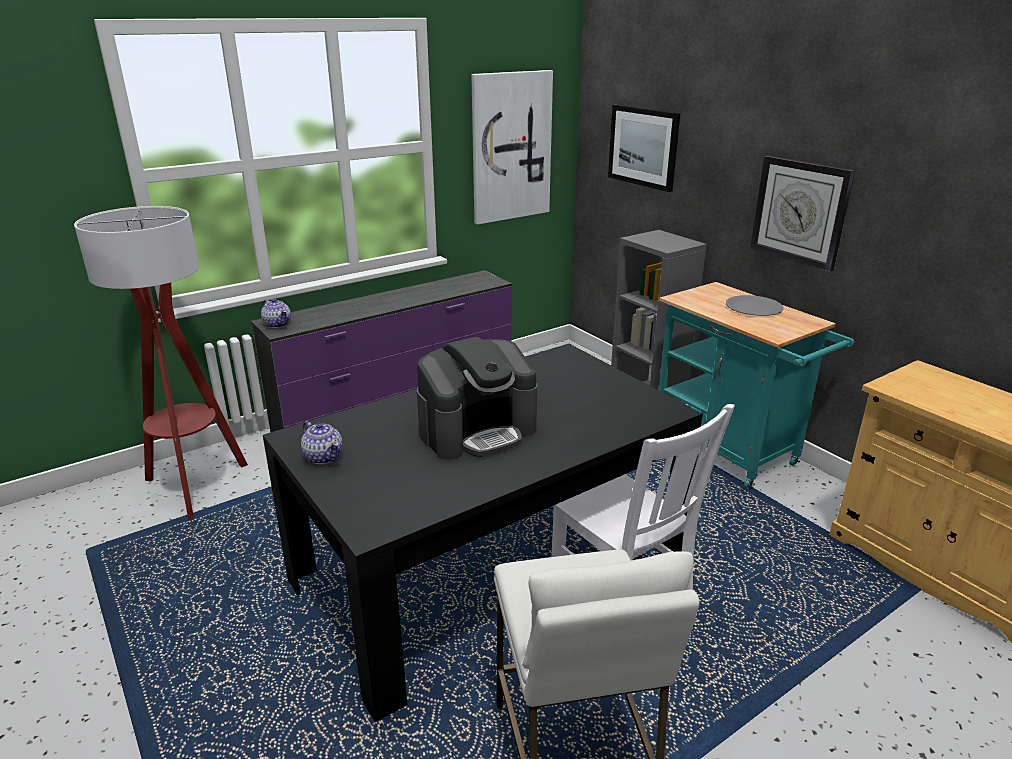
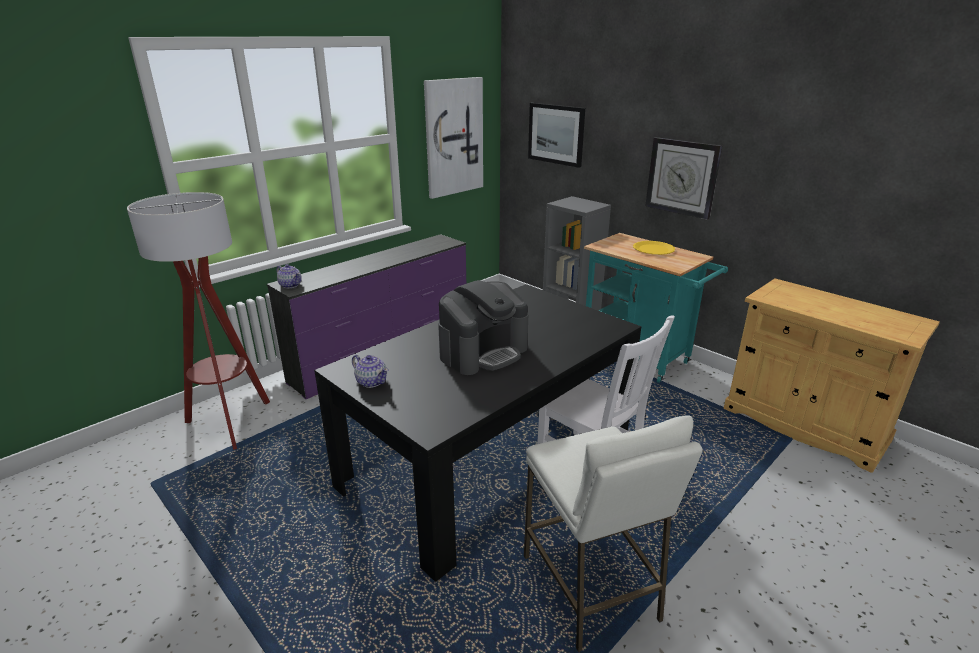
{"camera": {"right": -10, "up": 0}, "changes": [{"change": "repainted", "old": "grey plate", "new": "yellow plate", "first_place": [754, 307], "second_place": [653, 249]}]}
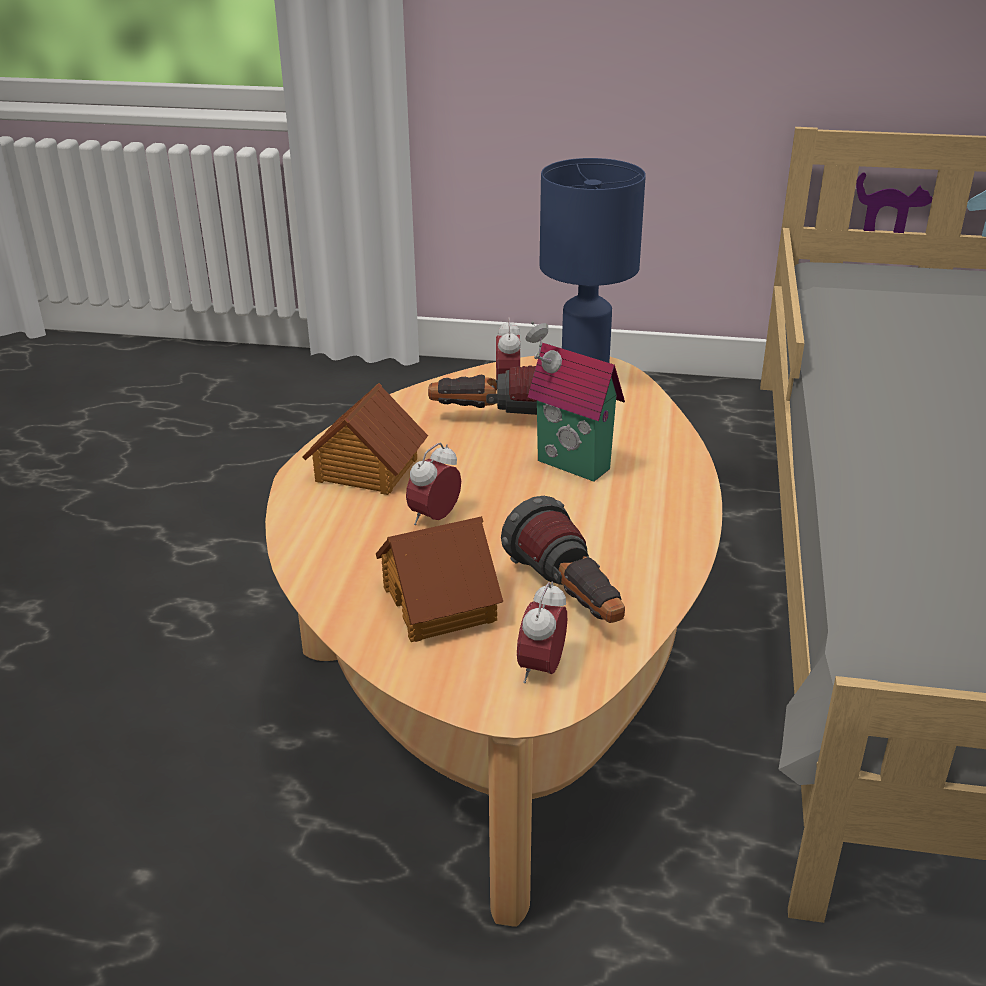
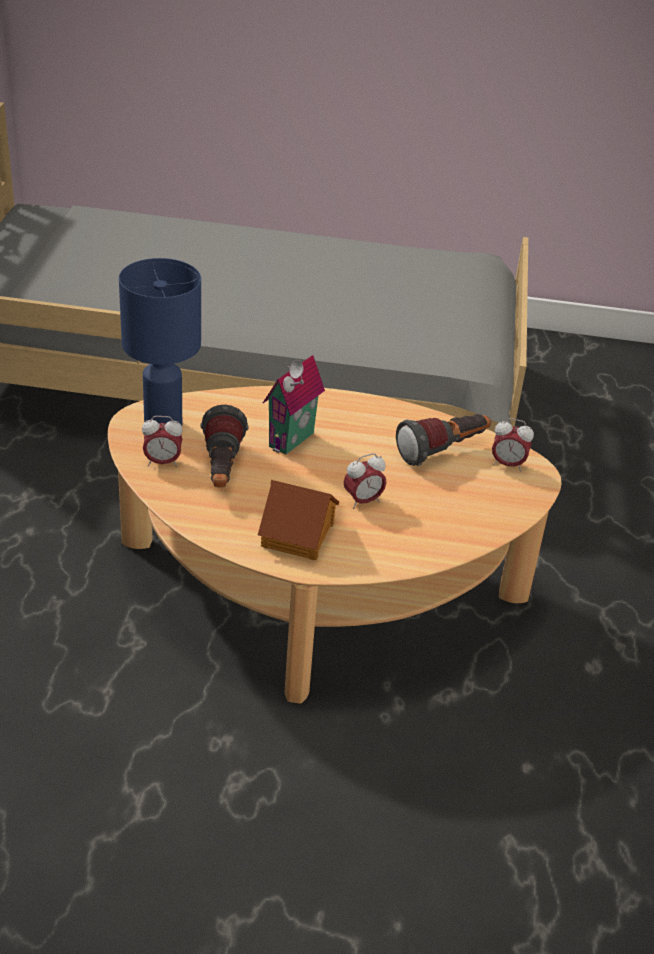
{"camera": {"right": -95, "up": 5}, "changes": [{"change": "gone", "old": "toy house", "first_place": [441, 603]}, {"change": "rotated", "old": "alarm clock", "first_place": [435, 518], "second_place": [363, 501], "degrees": -60}]}
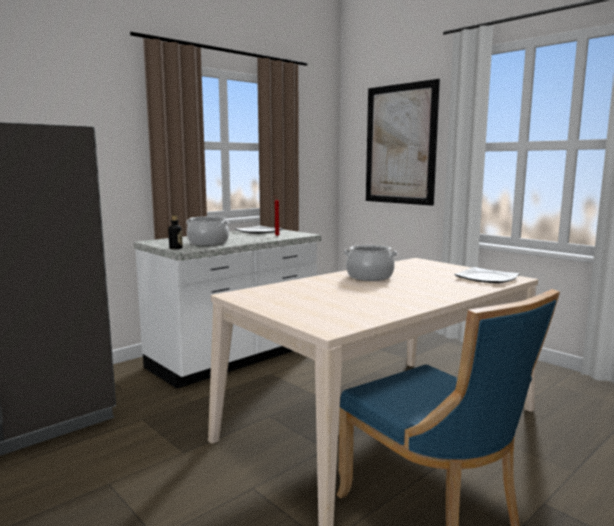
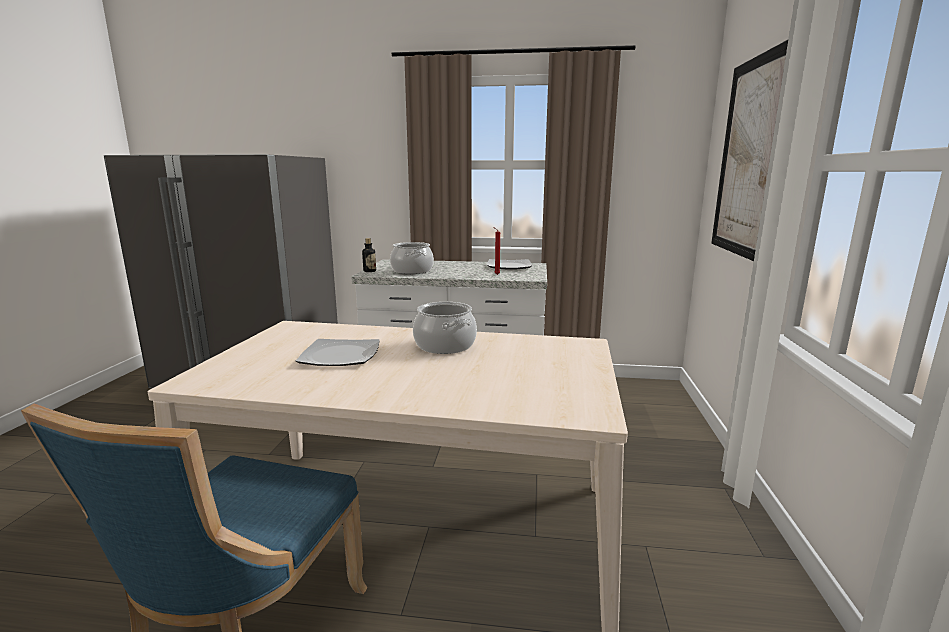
{"camera": {"right": 50, "up": 5}, "changes": [{"change": "shifted", "old": "plate", "first_place": [485, 278], "second_place": [340, 355]}]}
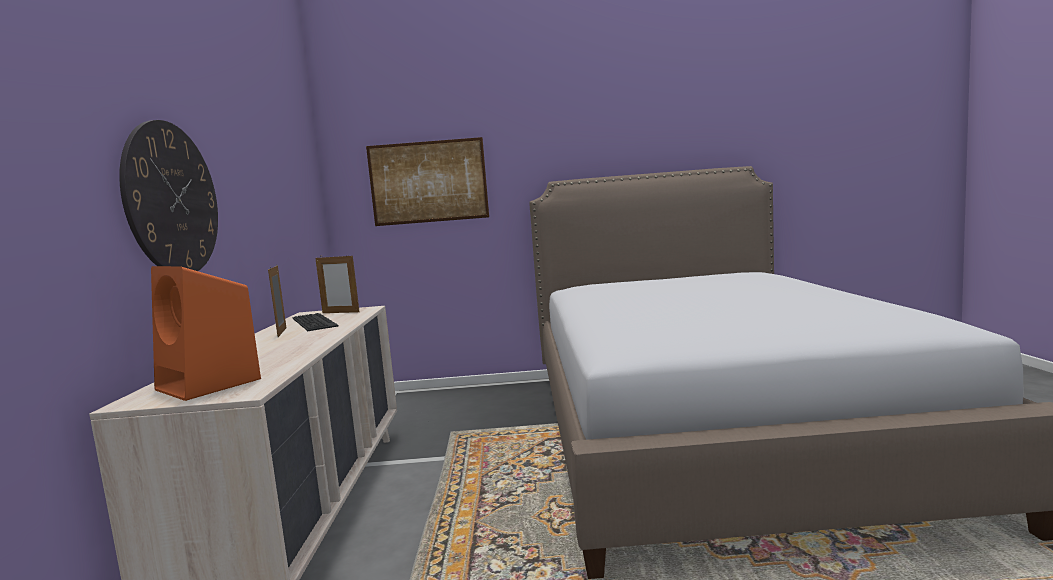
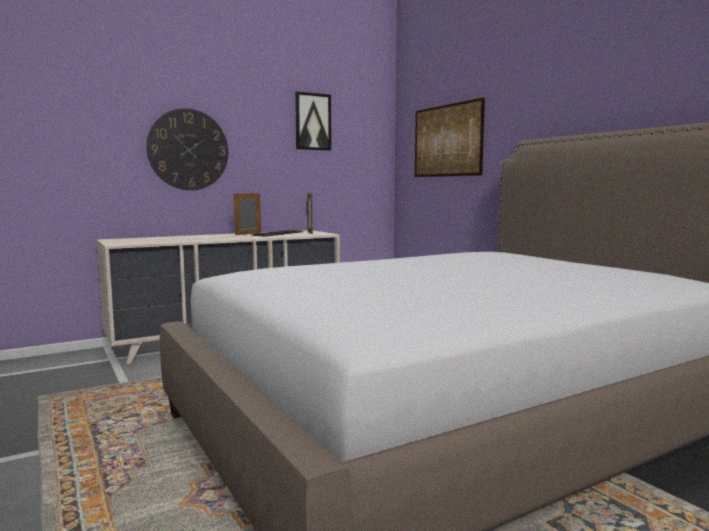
{"camera": {"right": 60, "up": 0}, "changes": [{"change": "gone", "old": "orange speaker", "first_place": [210, 384]}, {"change": "new", "new": "picture", "second_place": [312, 122]}]}
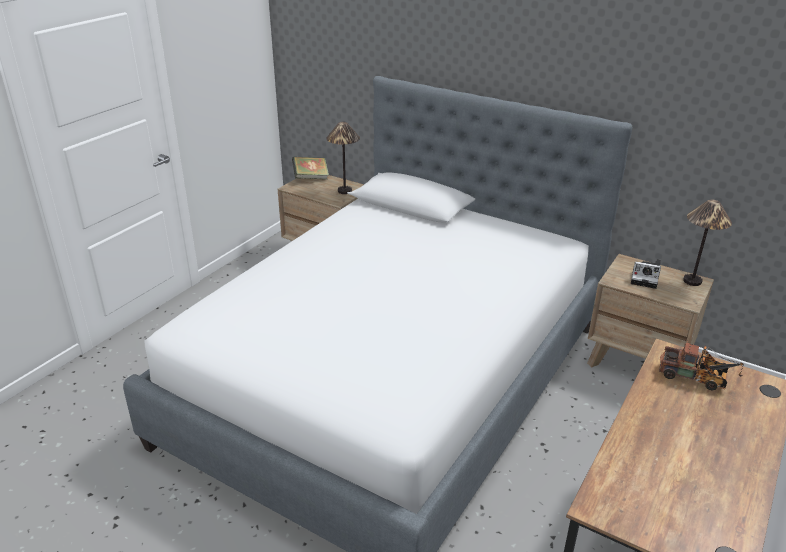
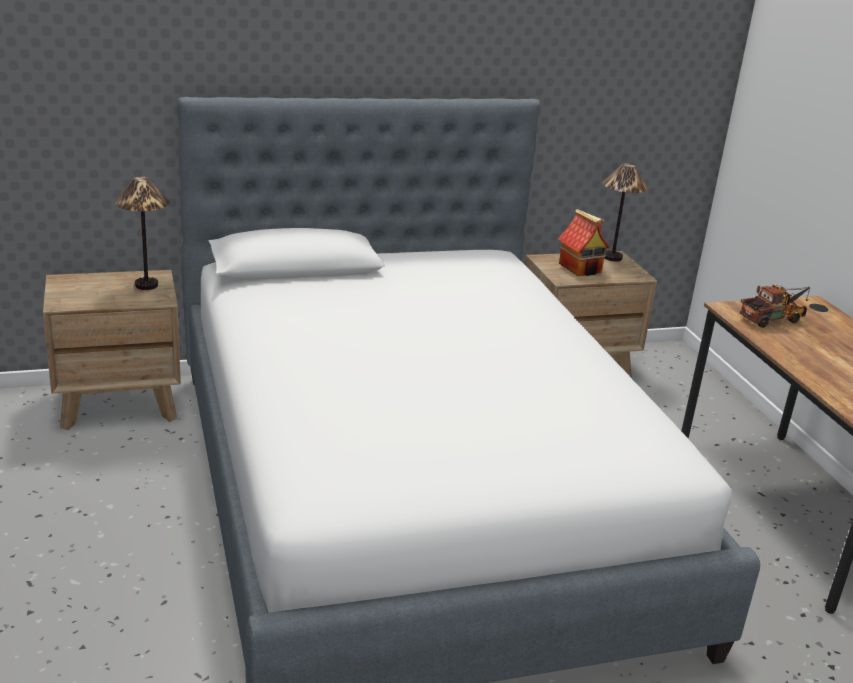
{"camera": {"right": -50, "up": -5}, "changes": [{"change": "gone", "old": "book", "first_place": [311, 178]}, {"change": "swapped", "old": "photo camera", "new": "toy house", "first_place": [646, 278], "second_place": [581, 268]}]}
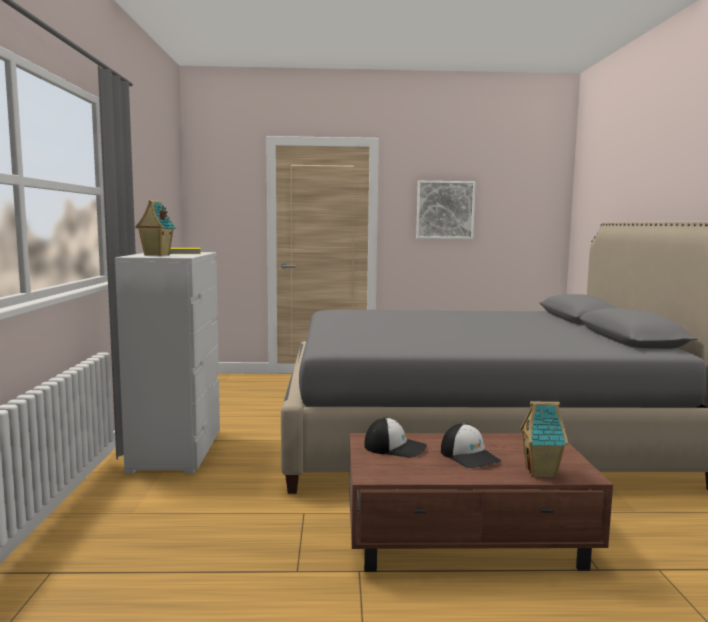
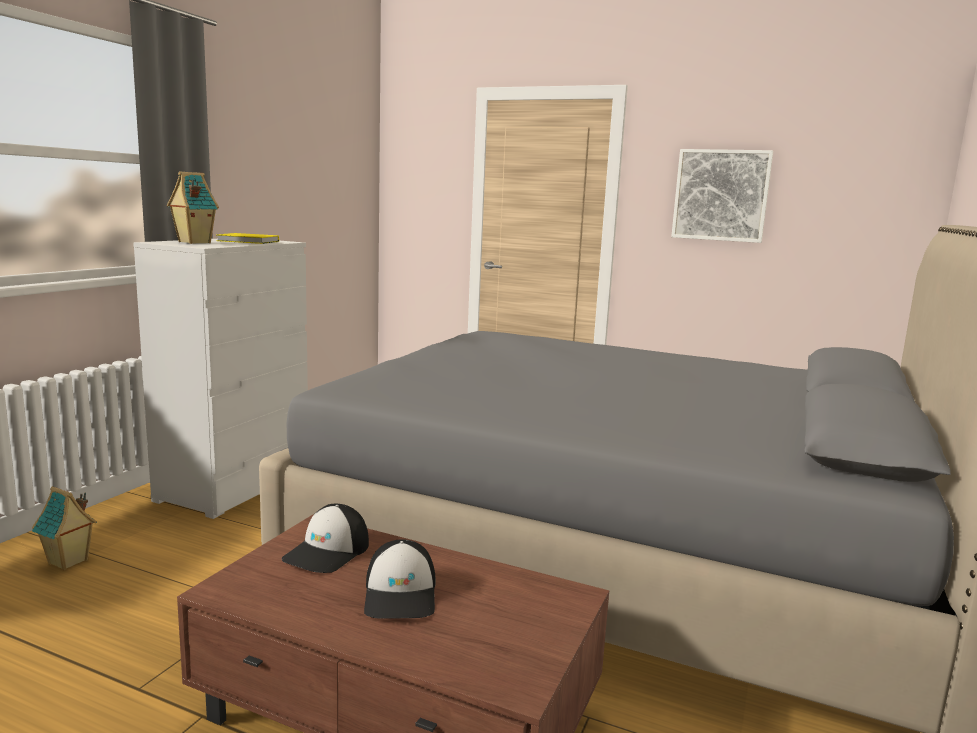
{"camera": {"right": 25, "up": 5}, "changes": [{"change": "shifted", "old": "toy house", "first_place": [542, 472], "second_place": [68, 562]}, {"change": "rotated", "old": "cap", "first_place": [395, 447], "second_place": [328, 552], "degrees": 75}]}
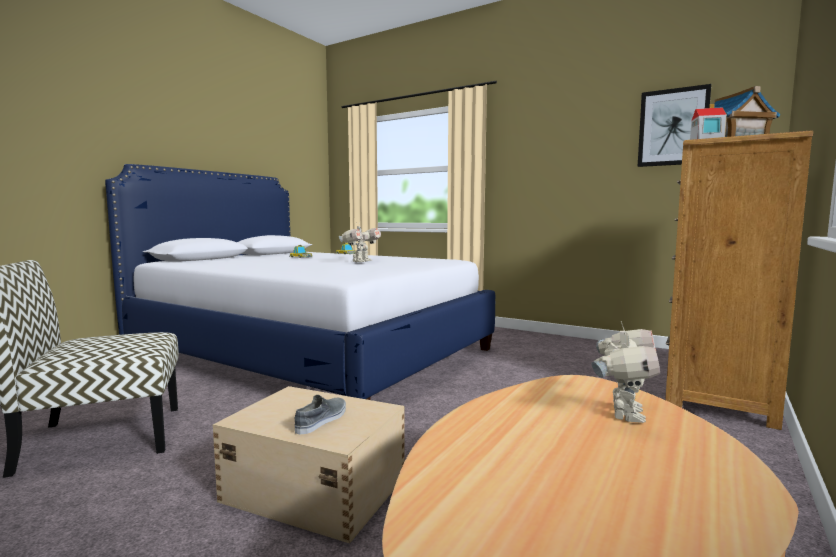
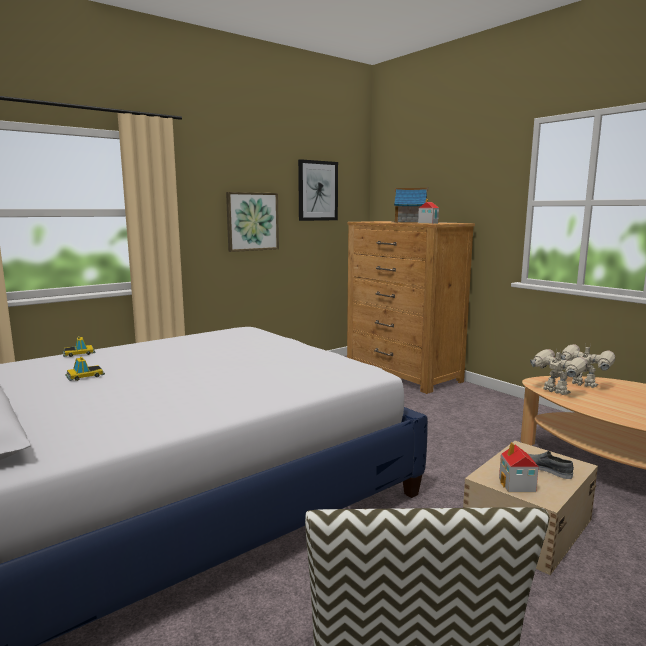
{"camera": {"right": -70, "up": 5}, "changes": [{"change": "new", "new": "picture", "second_place": [252, 221]}, {"change": "new", "new": "toy house", "second_place": [517, 485]}, {"change": "shifted", "old": "toy robot", "first_place": [361, 262], "second_place": [555, 392]}]}
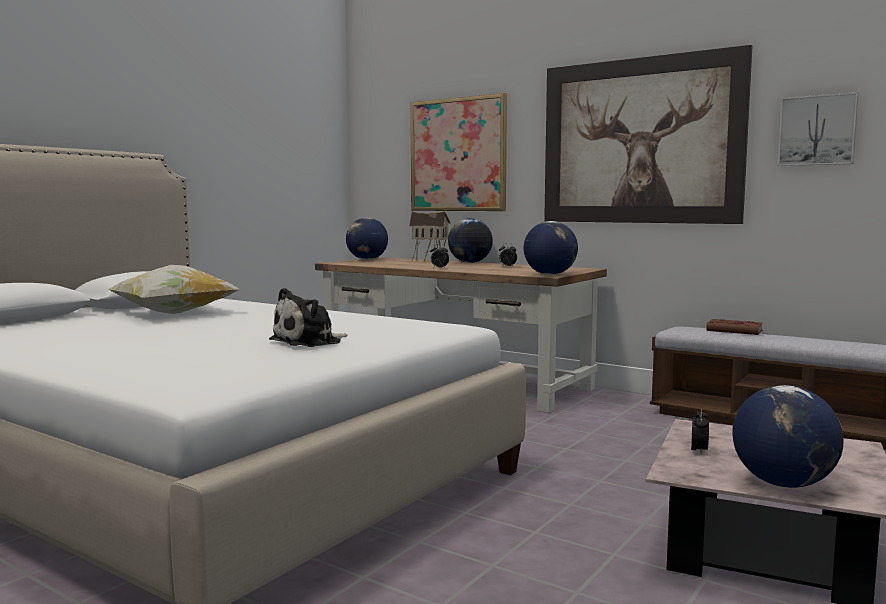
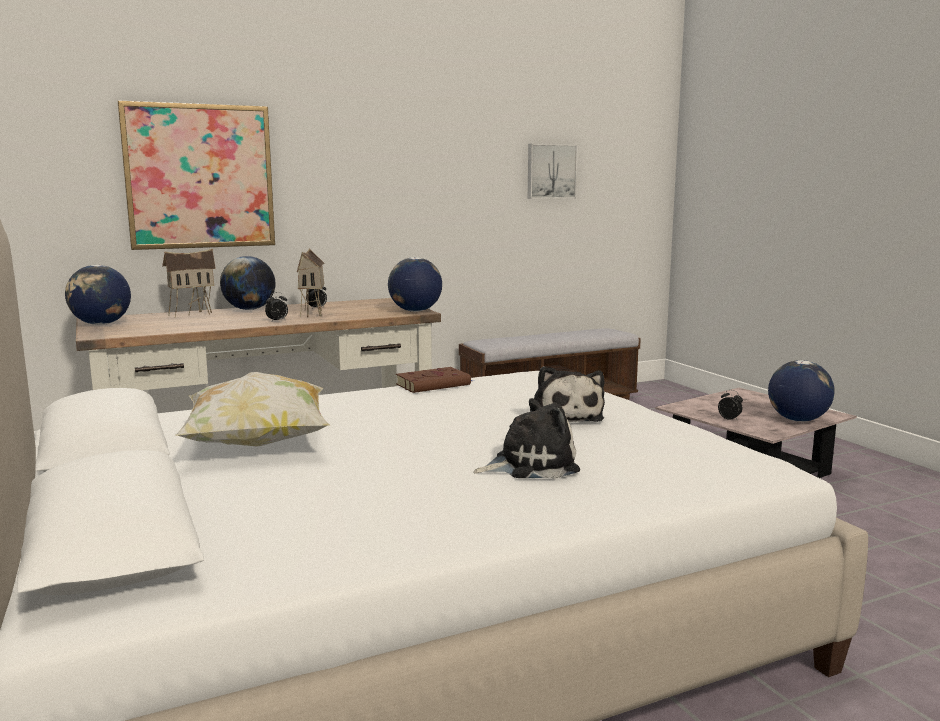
{"camera": {"right": -60, "up": 5}, "changes": [{"change": "gone", "old": "picture", "first_place": [640, 141]}, {"change": "new", "new": "toy house", "second_place": [313, 314]}, {"change": "new", "new": "plush toy", "second_place": [530, 465]}, {"change": "shifted", "old": "brown book", "first_place": [736, 331], "second_place": [435, 384]}]}
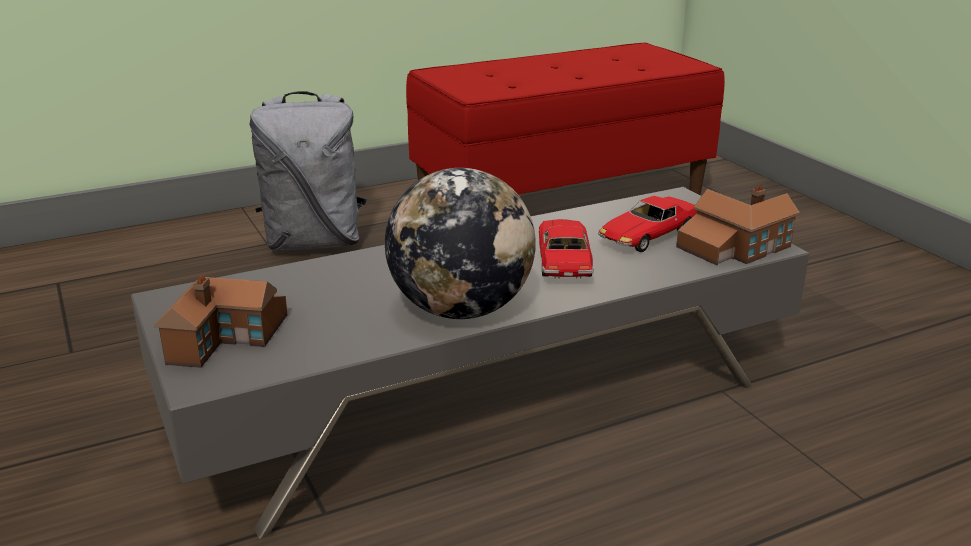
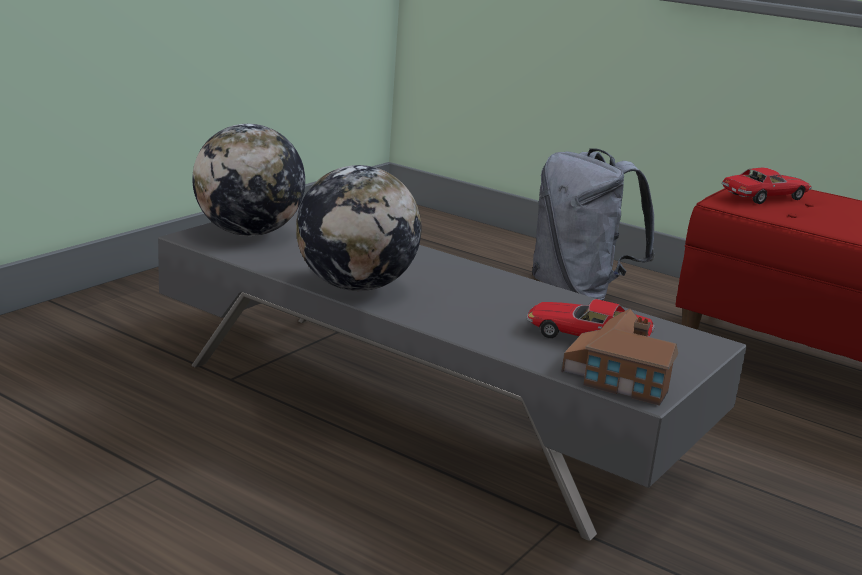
{"camera": {"right": 60, "up": -5}, "changes": [{"change": "shifted", "old": "toy car", "first_place": [563, 260], "second_place": [766, 197]}, {"change": "swapped", "old": "toy house", "new": "globe", "first_place": [227, 338], "second_place": [248, 233]}]}
